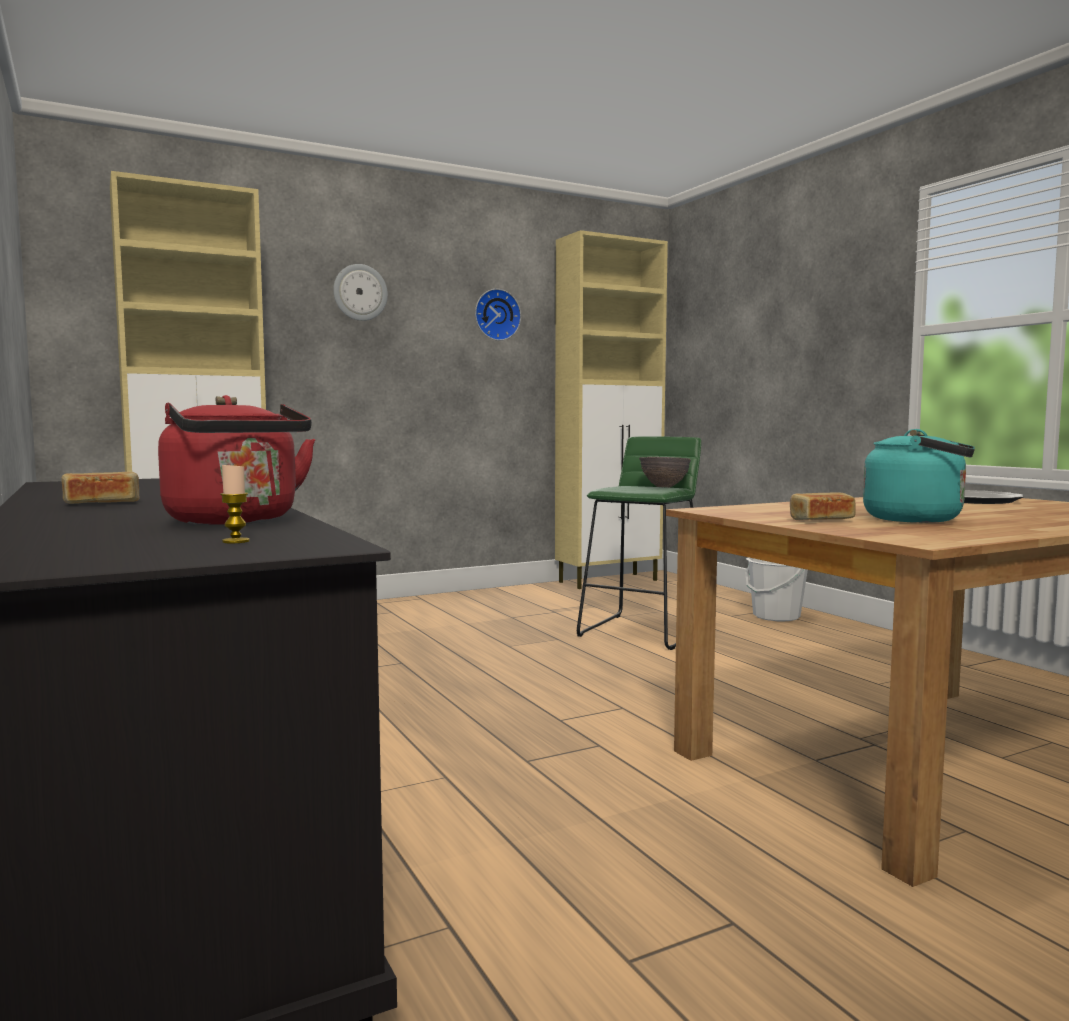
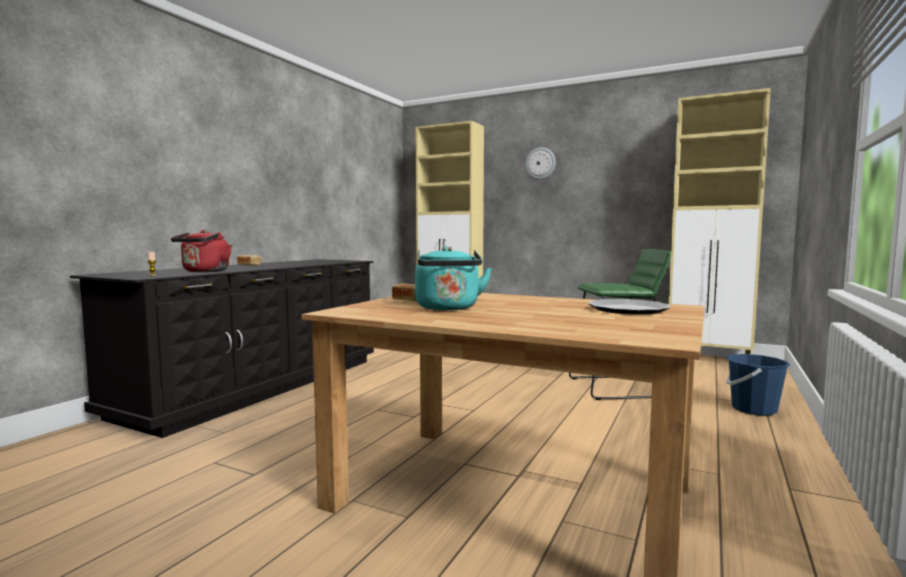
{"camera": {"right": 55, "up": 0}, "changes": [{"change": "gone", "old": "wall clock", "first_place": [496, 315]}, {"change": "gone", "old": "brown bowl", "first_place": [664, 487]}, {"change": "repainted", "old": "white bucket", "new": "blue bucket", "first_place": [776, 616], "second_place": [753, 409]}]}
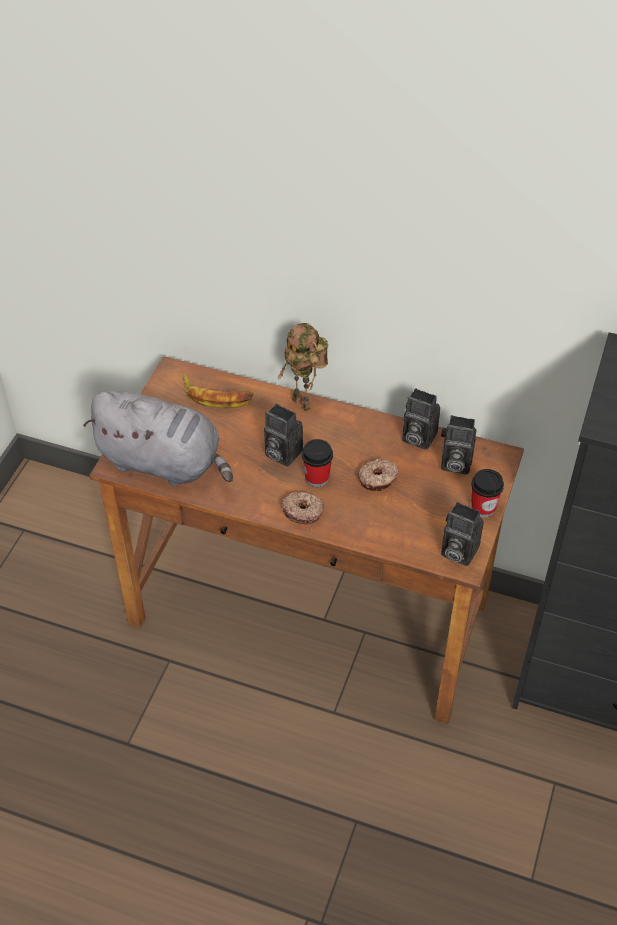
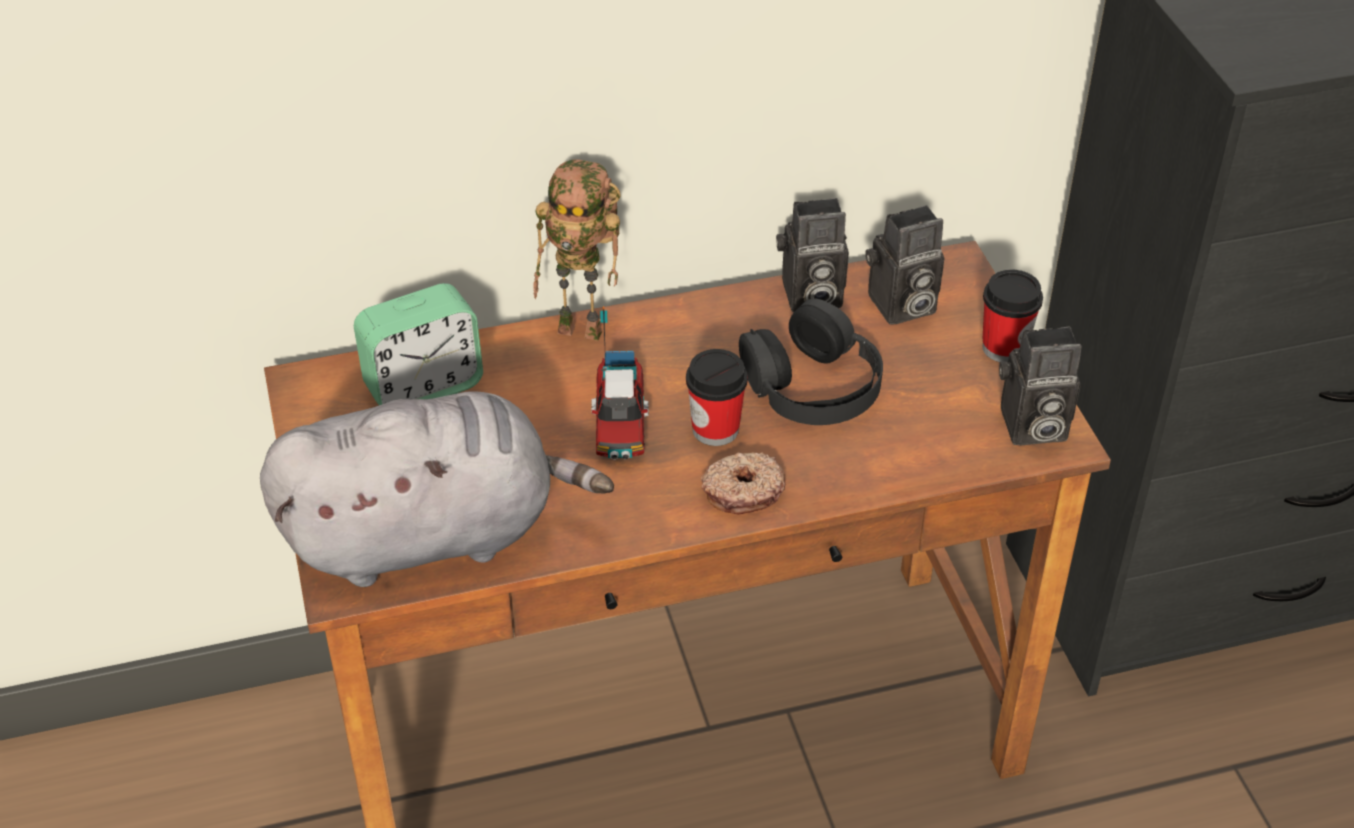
{"camera": {"right": -35, "up": -5}, "changes": [{"change": "swapped", "old": "banana", "new": "alarm clock", "first_place": [216, 396], "second_place": [423, 386]}, {"change": "swapped", "old": "photo camera", "new": "toy truck", "first_place": [281, 453], "second_place": [620, 421]}, {"change": "swapped", "old": "donut", "new": "black headphones", "first_place": [378, 479], "second_place": [812, 384]}]}
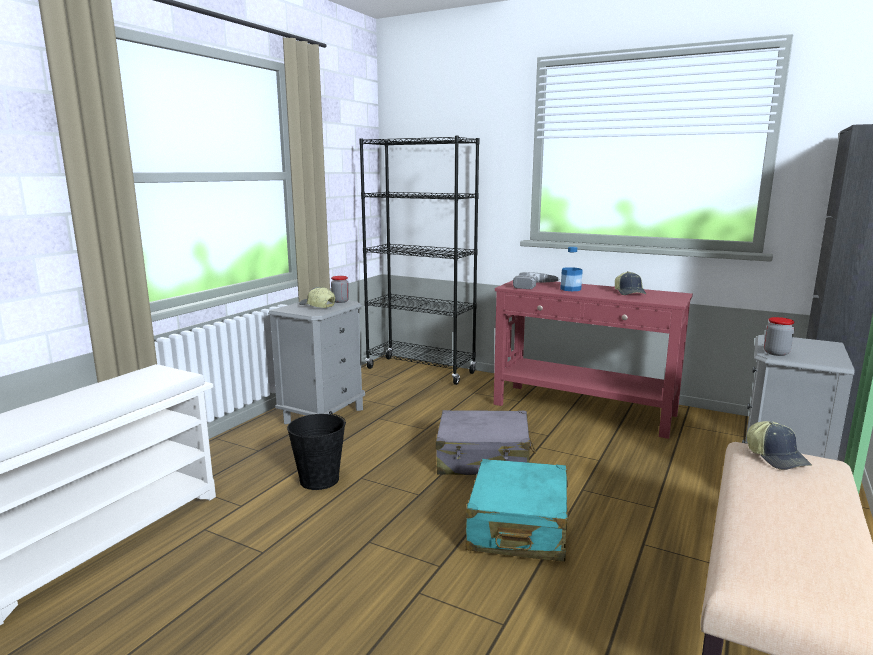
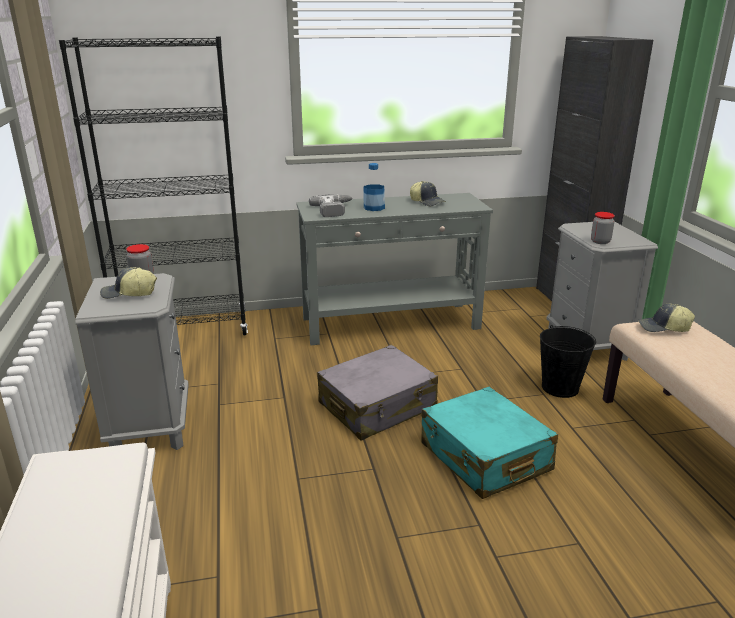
{"camera": {"right": -40, "up": 10}, "changes": [{"change": "shifted", "old": "black bucket", "first_place": [319, 480], "second_place": [560, 388]}, {"change": "repainted", "old": "red console table", "new": "grey console table", "first_place": [584, 410], "second_place": [391, 323]}, {"change": "rotated", "old": "cap", "first_place": [776, 457], "second_place": [663, 328], "degrees": 150}]}
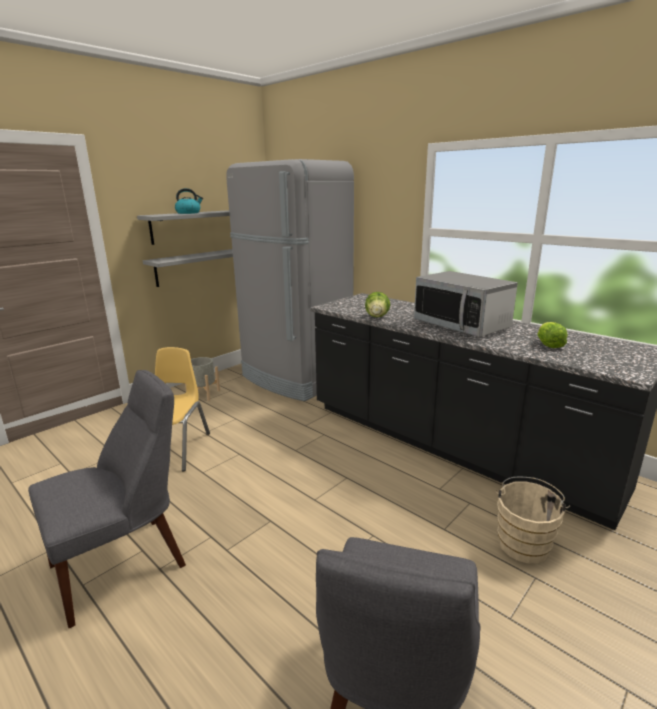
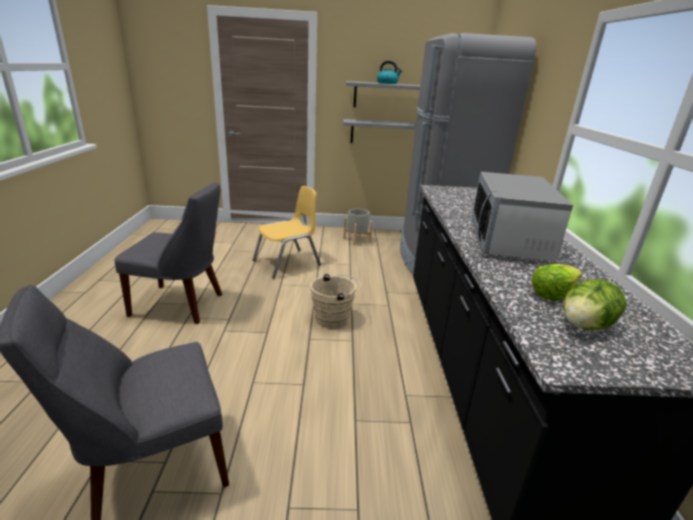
{"camera": {"right": 45, "up": 5}, "changes": [{"change": "shifted", "old": "lettuce", "first_place": [377, 317], "second_place": [585, 326]}, {"change": "shifted", "old": "beige bucket", "first_place": [523, 542], "second_place": [334, 318]}]}
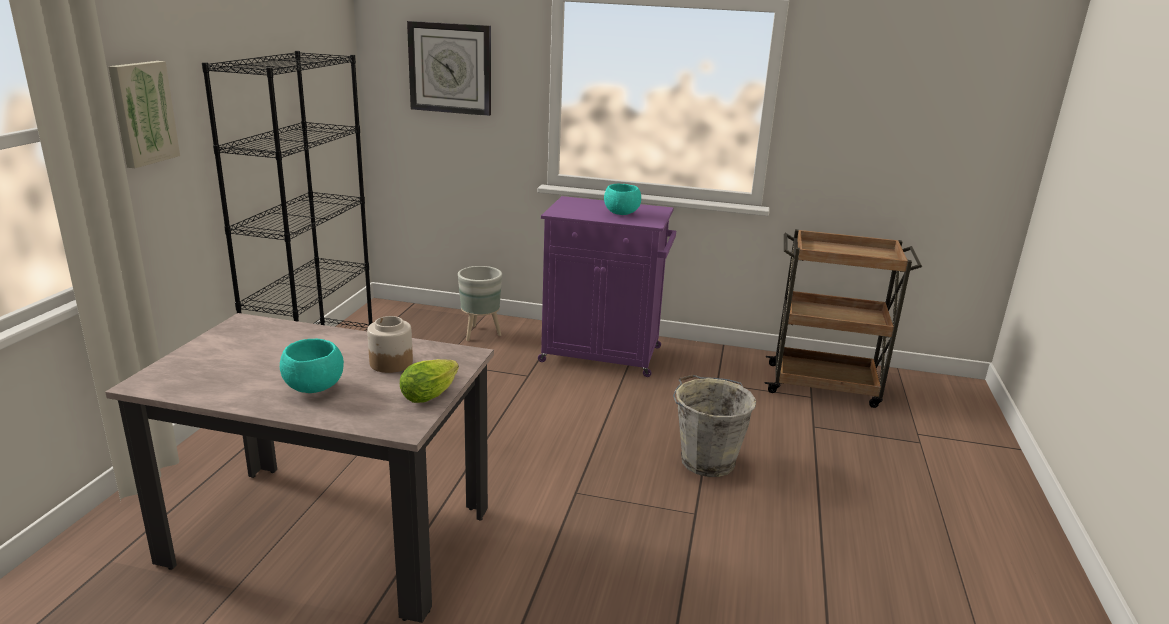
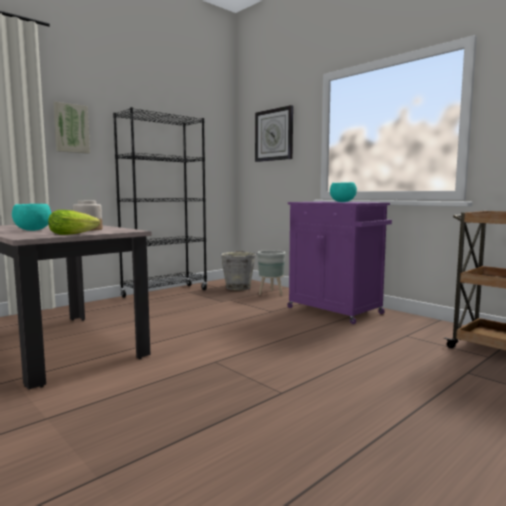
{"camera": {"right": 35, "up": -15}, "changes": [{"change": "shifted", "old": "grey bucket", "first_place": [706, 460], "second_place": [238, 287]}]}
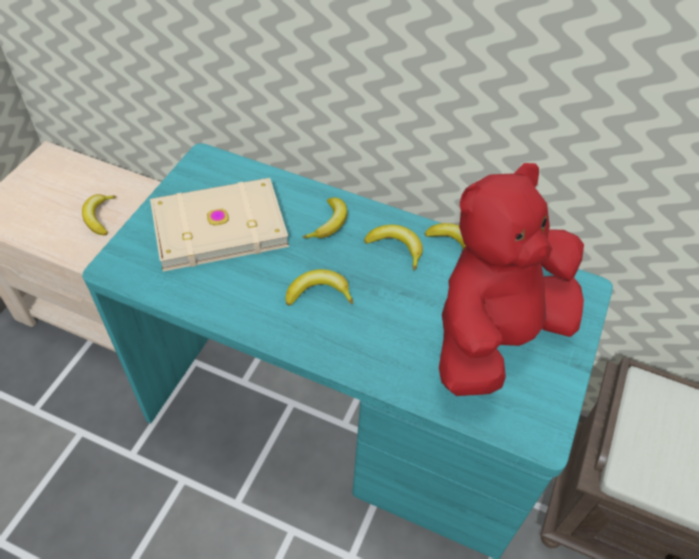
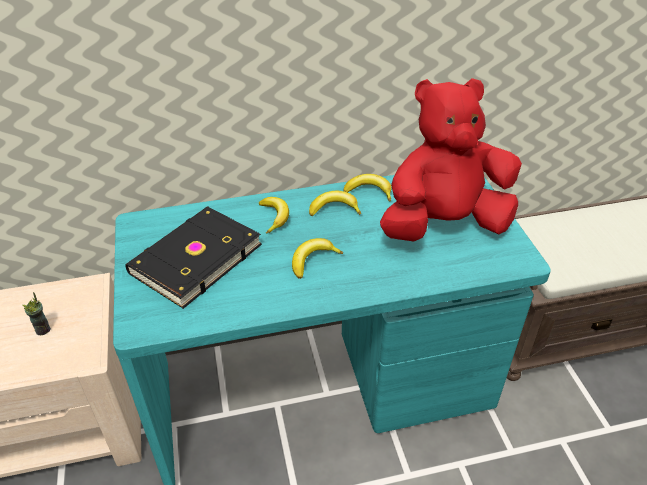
{"camera": {"right": -35, "up": -10}, "changes": [{"change": "swapped", "old": "banana", "new": "cup", "first_place": [99, 217], "second_place": [43, 329]}, {"change": "repainted", "old": "beige book", "new": "black book", "first_place": [218, 225], "second_place": [194, 258]}, {"change": "rotated", "old": "red plush toy", "first_place": [495, 335], "second_place": [444, 224], "degrees": 60}]}
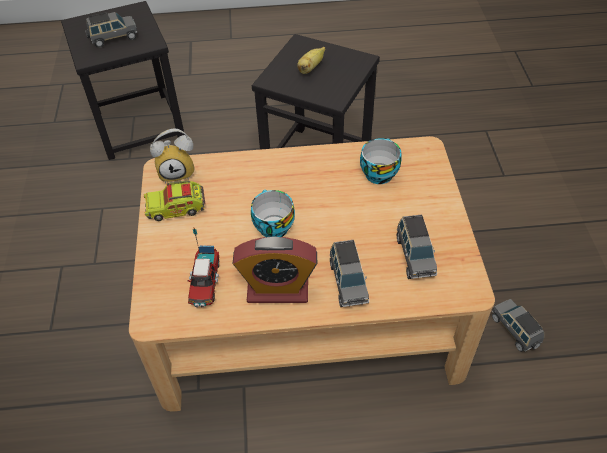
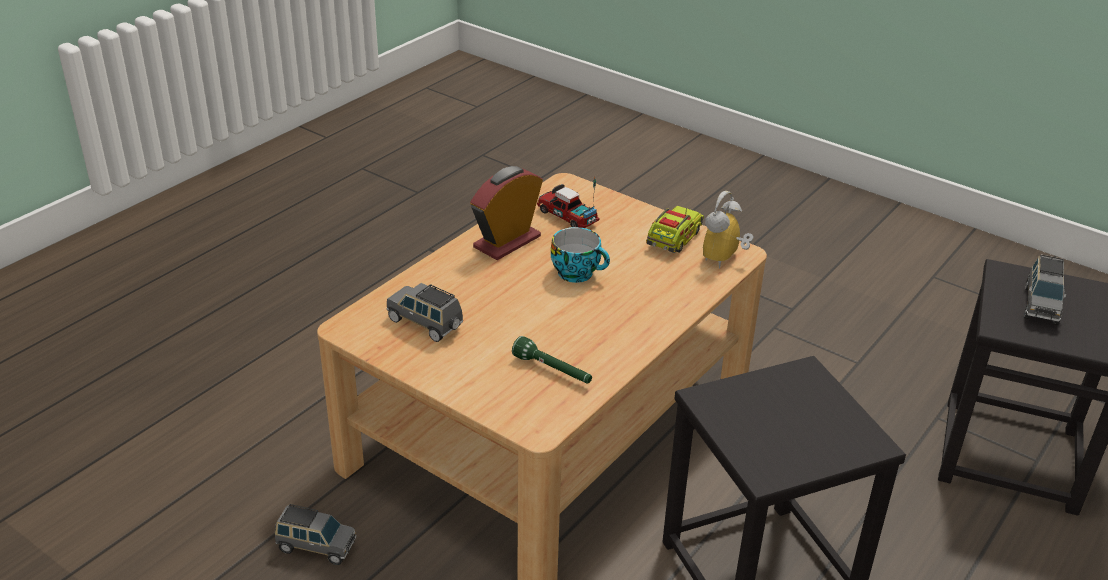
{"camera": {"right": 130, "up": -15}, "changes": [{"change": "gone", "old": "banana", "first_place": [310, 68]}, {"change": "gone", "old": "grey toy car", "first_place": [348, 282]}, {"change": "swapped", "old": "cup", "new": "green flashlight", "first_place": [378, 172], "second_place": [553, 371]}]}
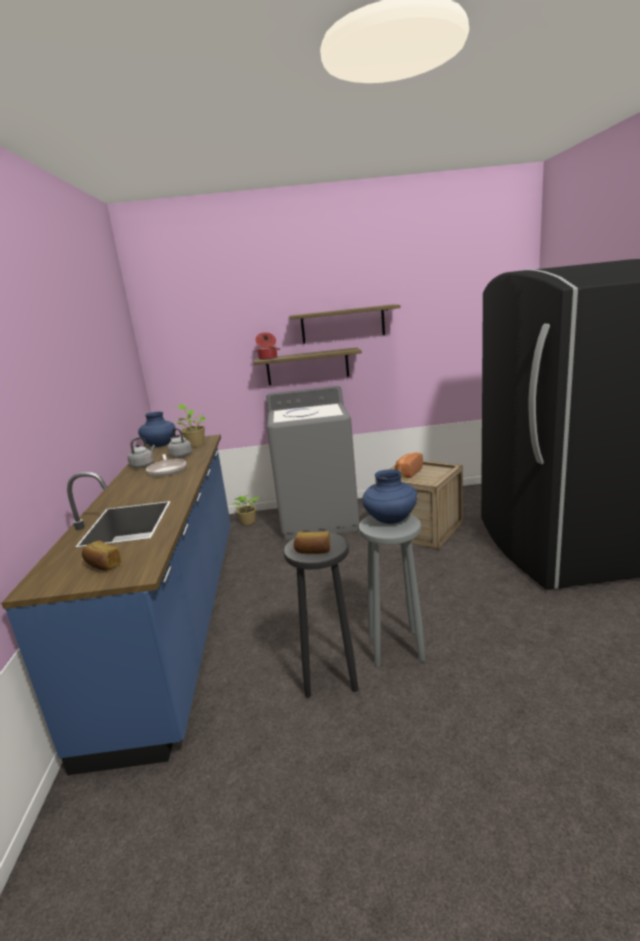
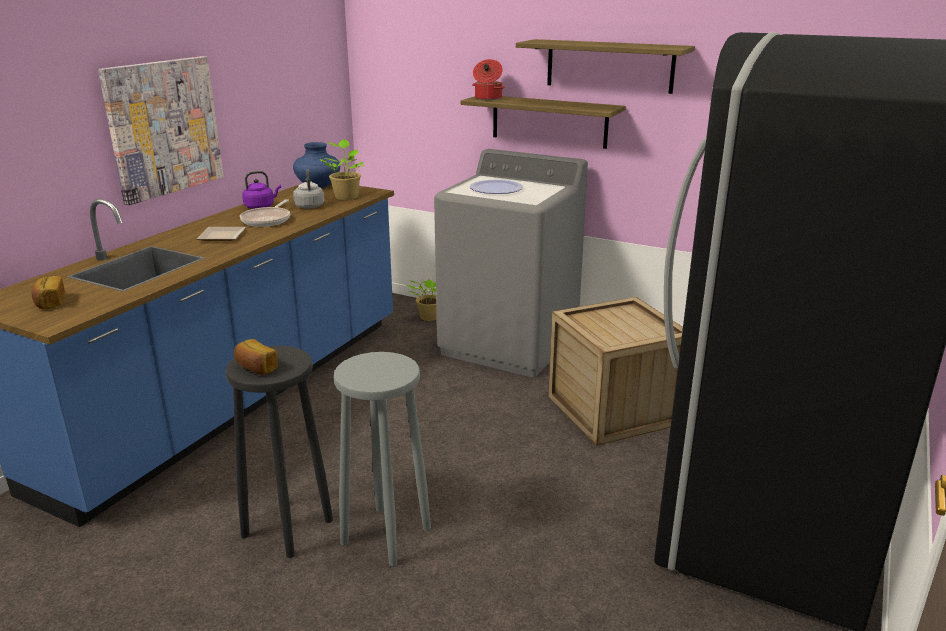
{"camera": {"right": 30, "up": 5}, "changes": [{"change": "gone", "old": "blue vase", "first_place": [390, 519]}, {"change": "gone", "old": "bread", "first_place": [408, 472]}, {"change": "new", "new": "picture", "second_place": [164, 127]}, {"change": "new", "new": "plate", "second_place": [220, 237]}, {"change": "repainted", "old": "grey kettle", "new": "purple kettle", "first_place": [143, 465], "second_place": [261, 207]}]}
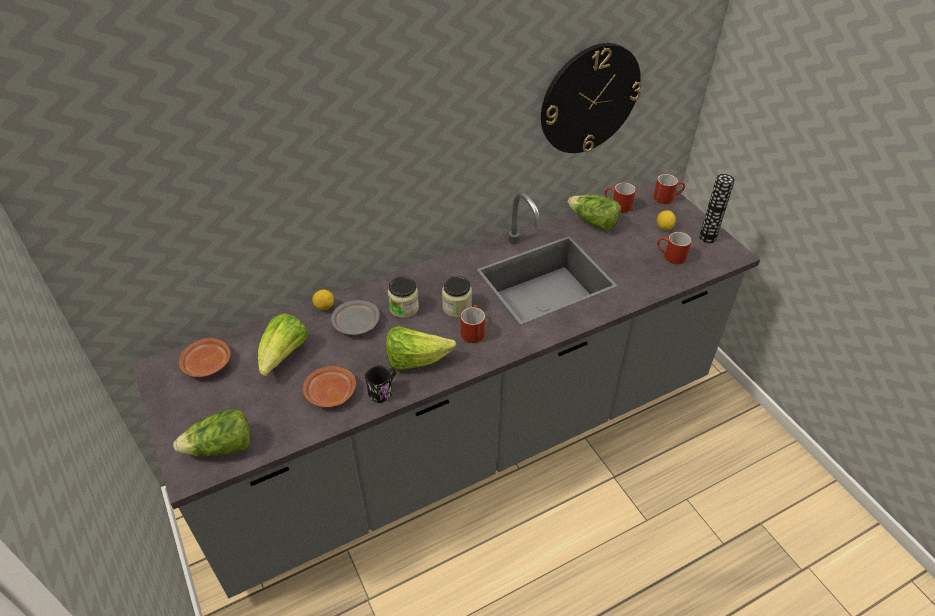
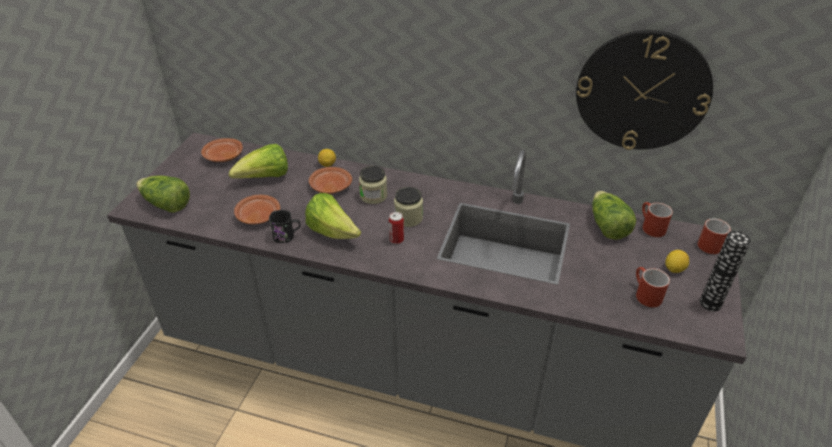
{"camera": {"right": 45, "up": -5}, "changes": [{"change": "swapped", "old": "red mug", "new": "can", "first_place": [472, 330], "second_place": [396, 239]}, {"change": "repainted", "old": "grey plate", "new": "brown plate", "first_place": [356, 324], "second_place": [330, 186]}]}
